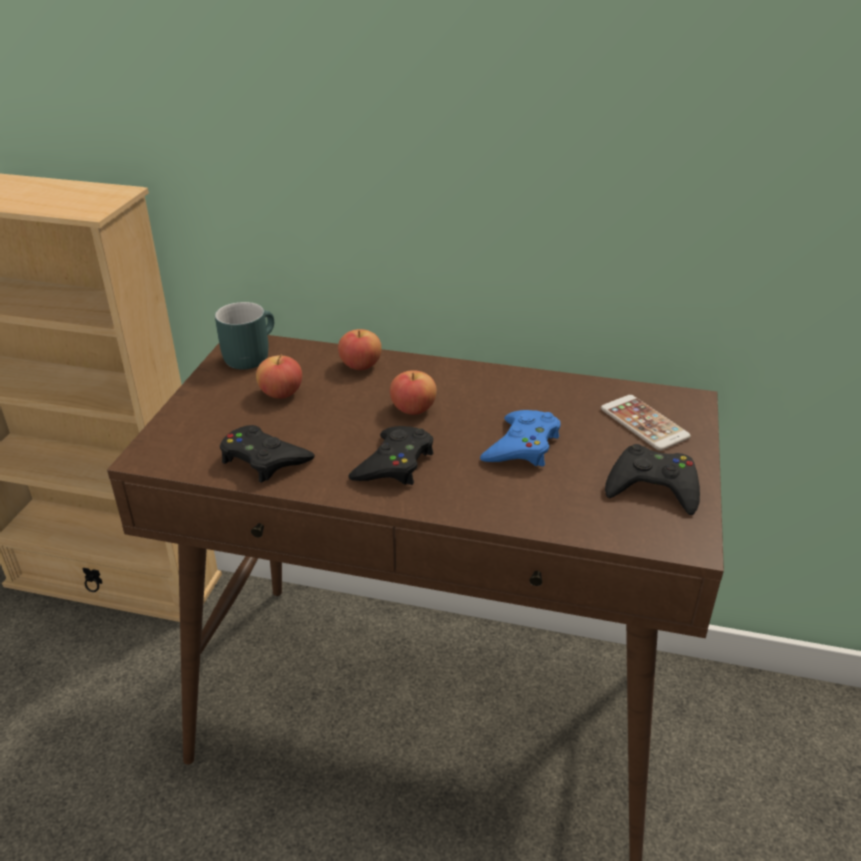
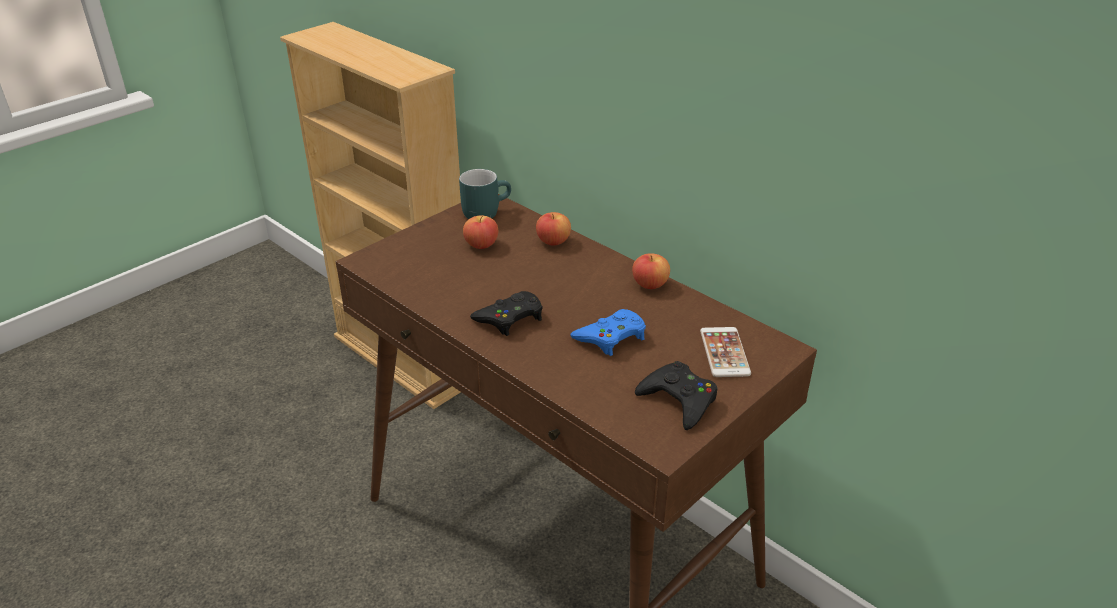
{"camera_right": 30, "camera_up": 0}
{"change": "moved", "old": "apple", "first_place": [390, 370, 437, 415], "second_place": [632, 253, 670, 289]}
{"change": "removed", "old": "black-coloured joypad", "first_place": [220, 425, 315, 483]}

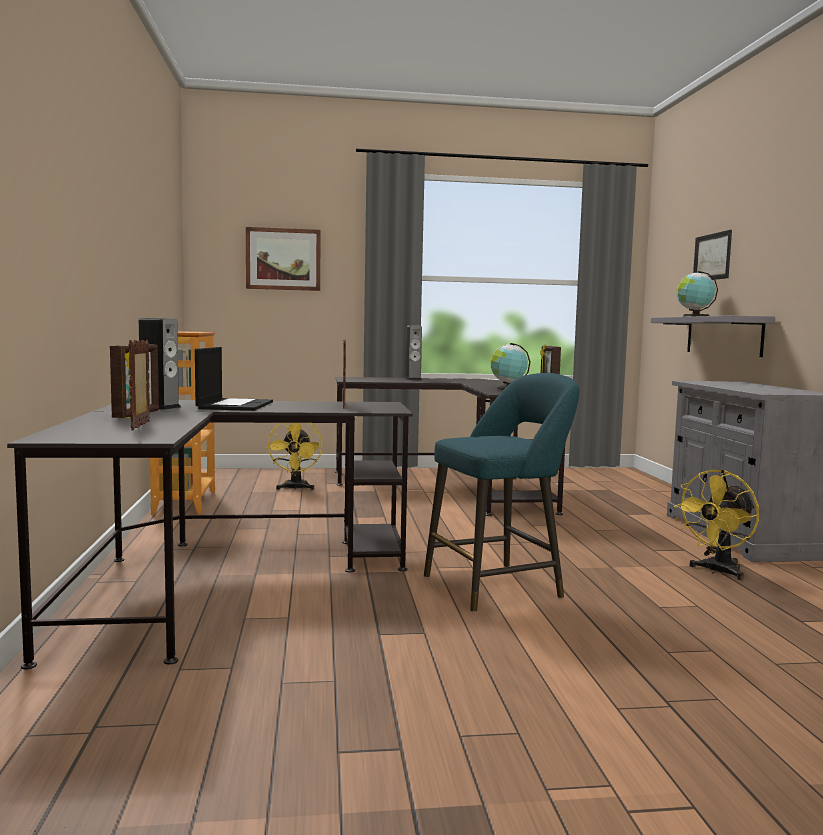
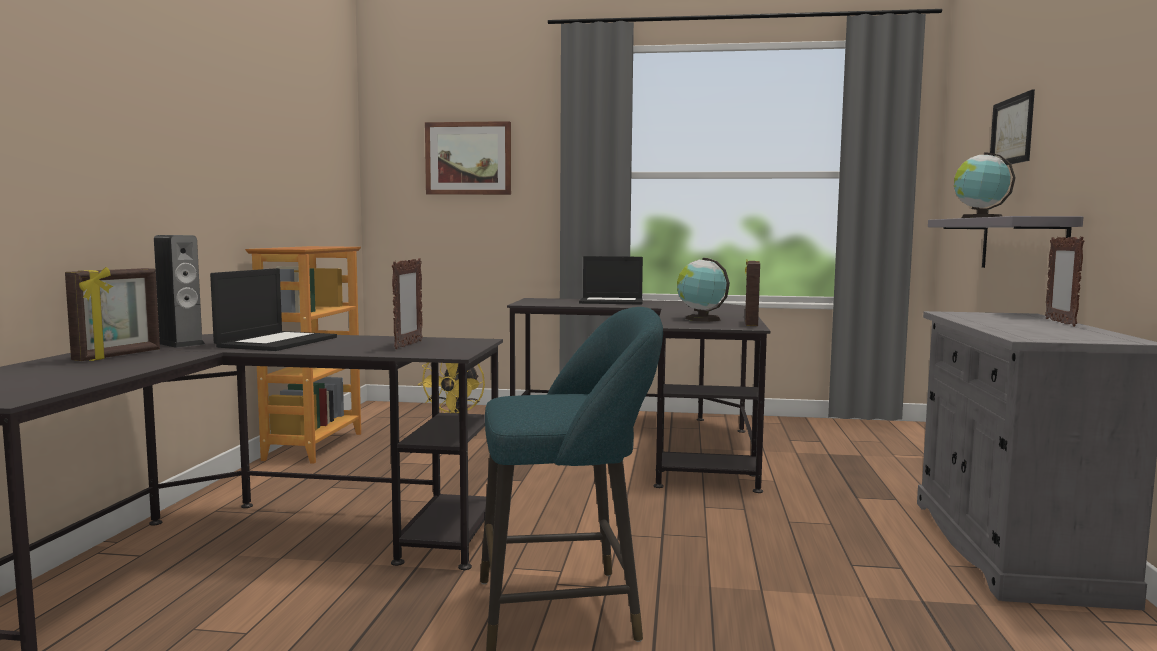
{"camera_right": 15, "camera_up": 0}
{"change": "replaced", "old": "loudspeaker", "new": "laptop", "first_place": [404, 325, 422, 380], "second_place": [579, 256, 643, 305]}
{"change": "moved", "old": "picture frame", "first_place": [128, 340, 150, 430], "second_place": [1045, 236, 1084, 326]}
{"change": "removed", "old": "yellow-coloured cooling fan", "first_place": [674, 470, 759, 580]}

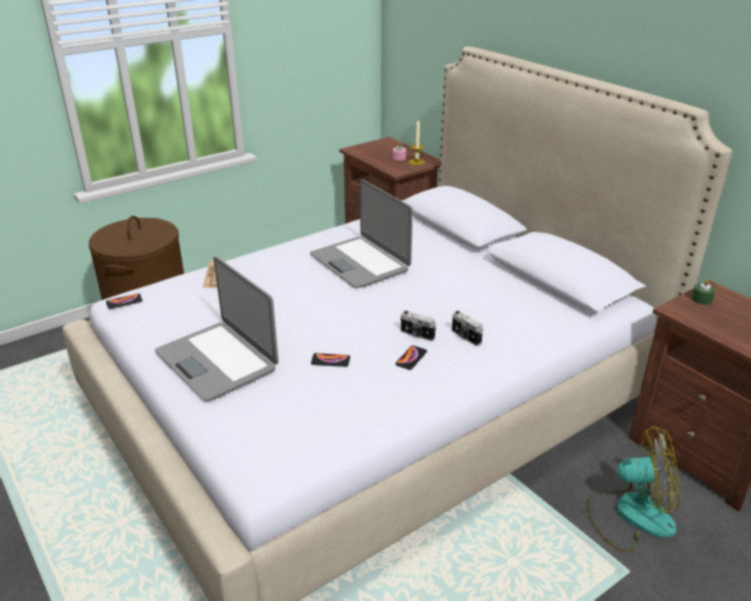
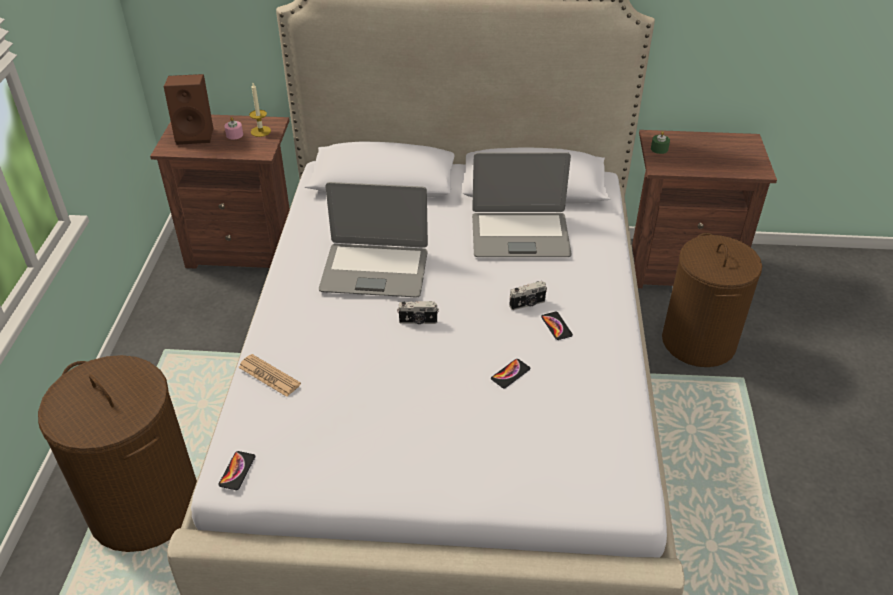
{"camera_right": -50, "camera_up": 10}
{"change": "added", "new": "brown loudspeaker", "second_place": [164, 74, 213, 145]}
{"change": "moved", "old": "still camera", "first_place": [452, 311, 483, 346], "second_place": [397, 301, 439, 324]}
{"change": "moved", "old": "laptop", "first_place": [155, 256, 279, 401], "second_place": [472, 152, 572, 257]}
{"change": "replaced", "old": "cooling fan", "new": "brown hamper", "first_place": [586, 426, 680, 553], "second_place": [662, 233, 762, 367]}

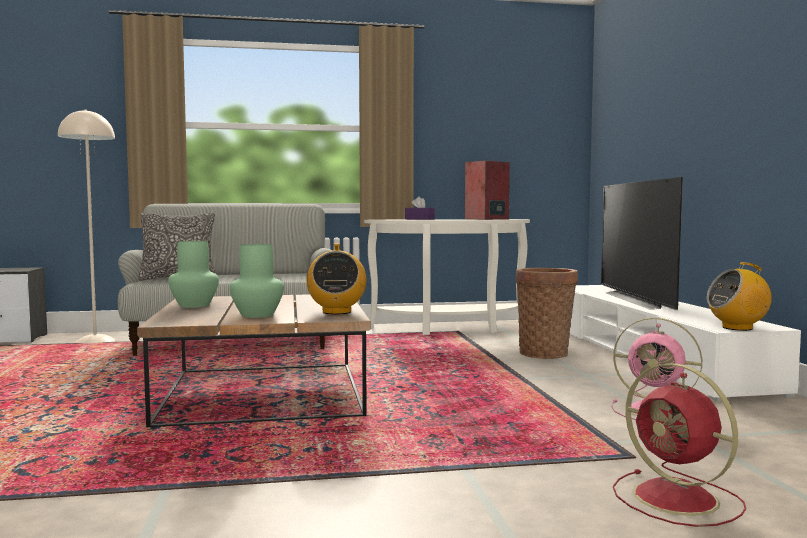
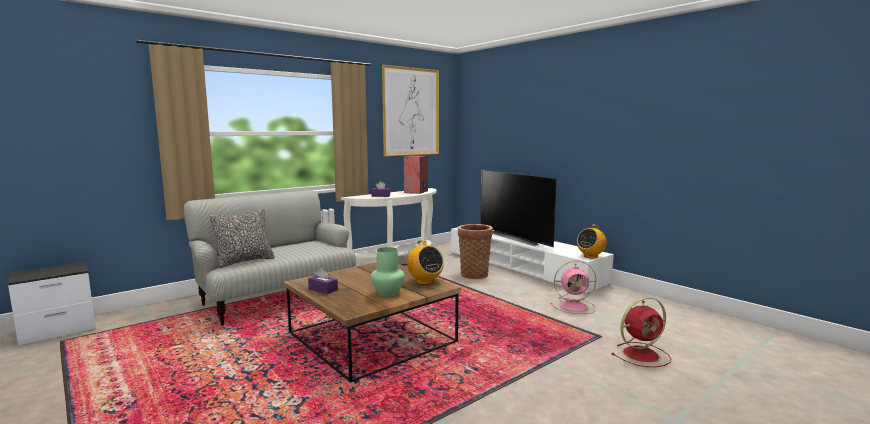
{"camera_right": -30, "camera_up": 5}
{"change": "replaced", "old": "green-coloured vase", "new": "purplish tissue holder", "first_place": [168, 241, 219, 308], "second_place": [308, 268, 338, 294]}
{"change": "added", "new": "wall picture", "second_place": [382, 65, 439, 156]}
{"change": "turned", "old": "red cooling fan", "first_place": [613, 363, 746, 527], "second_place": [611, 297, 671, 367], "degrees": -45}
{"change": "removed", "old": "beige-coloured standard lamp", "first_place": [58, 109, 116, 343]}

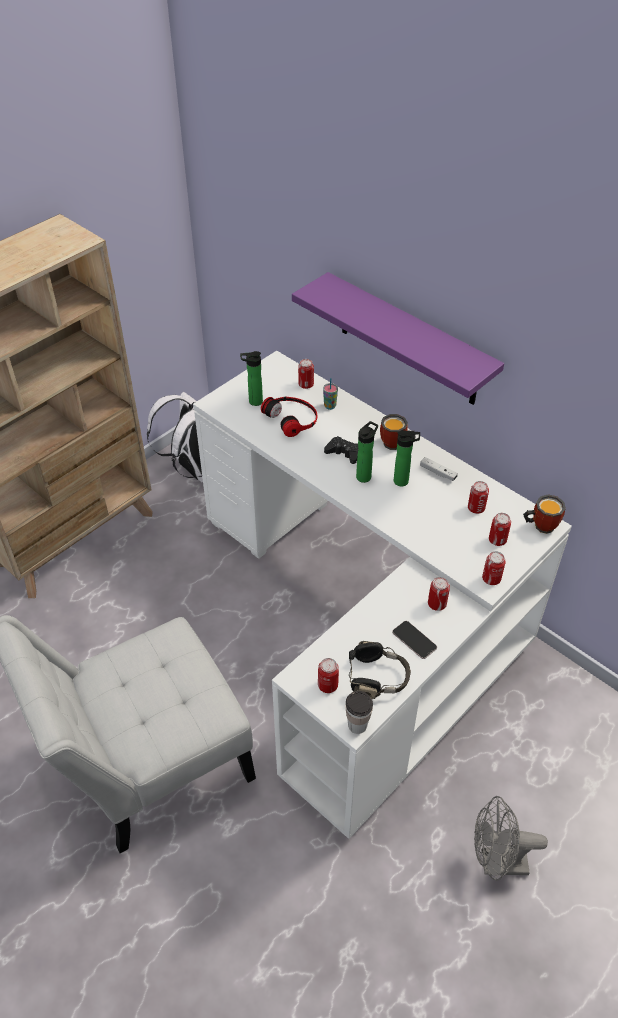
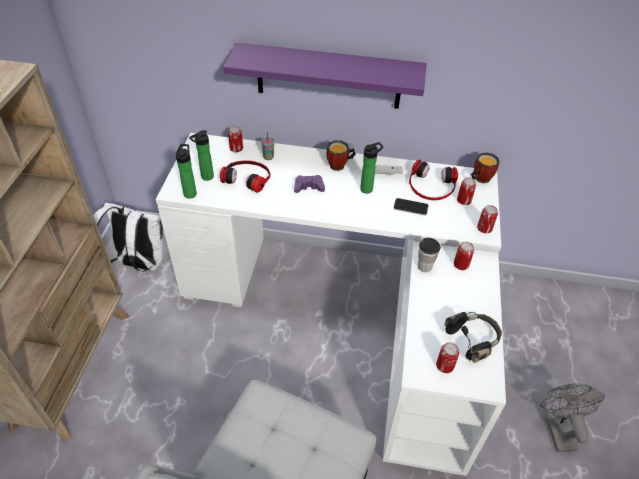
{"camera_right": -35, "camera_up": 0}
{"change": "moved", "old": "beverage bottle", "first_place": [356, 421, 378, 483], "second_place": [176, 144, 197, 199]}
{"change": "recoloured", "old": "black-coloured joypad", "new": "purplish joypad", "first_place": [324, 436, 358, 464], "second_place": [294, 175, 325, 193]}
{"change": "moved", "old": "telephone", "first_place": [392, 621, 437, 659], "second_place": [394, 198, 429, 215]}
{"change": "replaced", "old": "sealed can", "new": "headphones", "first_place": [468, 481, 489, 514], "second_place": [409, 160, 458, 200]}
{"change": "moved", "old": "drinking cup", "first_place": [346, 691, 373, 734], "second_place": [418, 238, 440, 272]}
{"change": "turned", "old": "greyish cooling fan", "first_place": [474, 796, 548, 881], "second_place": [540, 384, 605, 452], "degrees": 120}

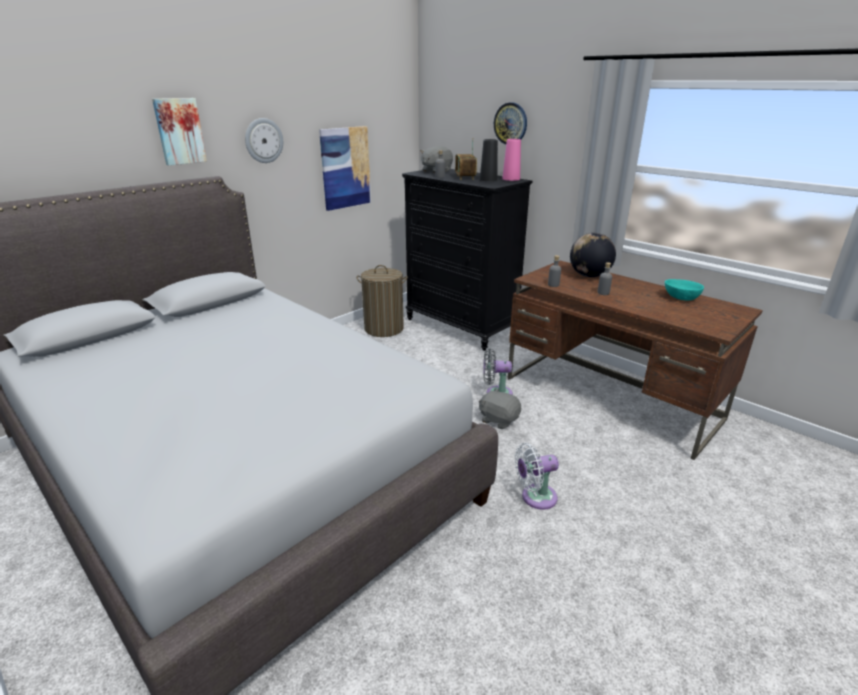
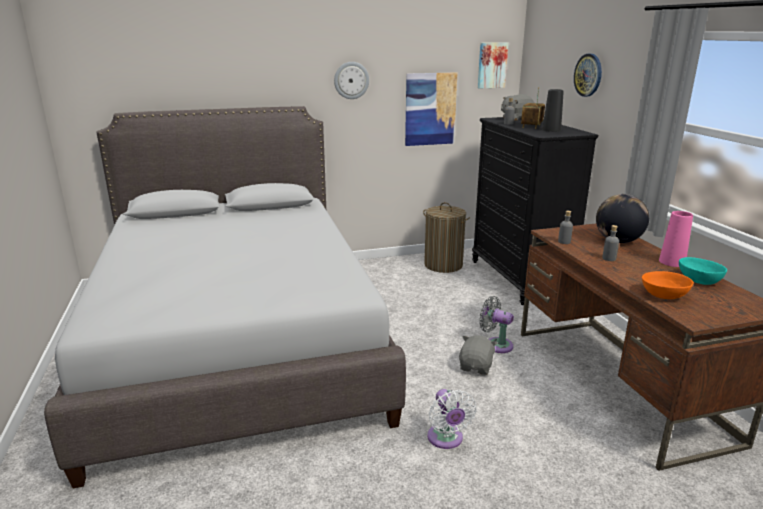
{"camera_right": 30, "camera_up": -5}
{"change": "turned", "old": "white-coloured cooling fan", "first_place": [515, 443, 559, 510], "second_place": [428, 389, 477, 449], "degrees": -120}
{"change": "turned", "old": "greyish plush toy", "first_place": [479, 389, 521, 429], "second_place": [459, 335, 498, 375], "degrees": 45}
{"change": "moved", "old": "wall picture", "first_place": [152, 98, 207, 165], "second_place": [478, 42, 509, 89]}
{"change": "added", "new": "orange-coloured deep dish", "second_place": [642, 271, 694, 299]}
{"change": "moved", "old": "pink-coloured vase", "first_place": [502, 139, 521, 181], "second_place": [659, 211, 693, 267]}

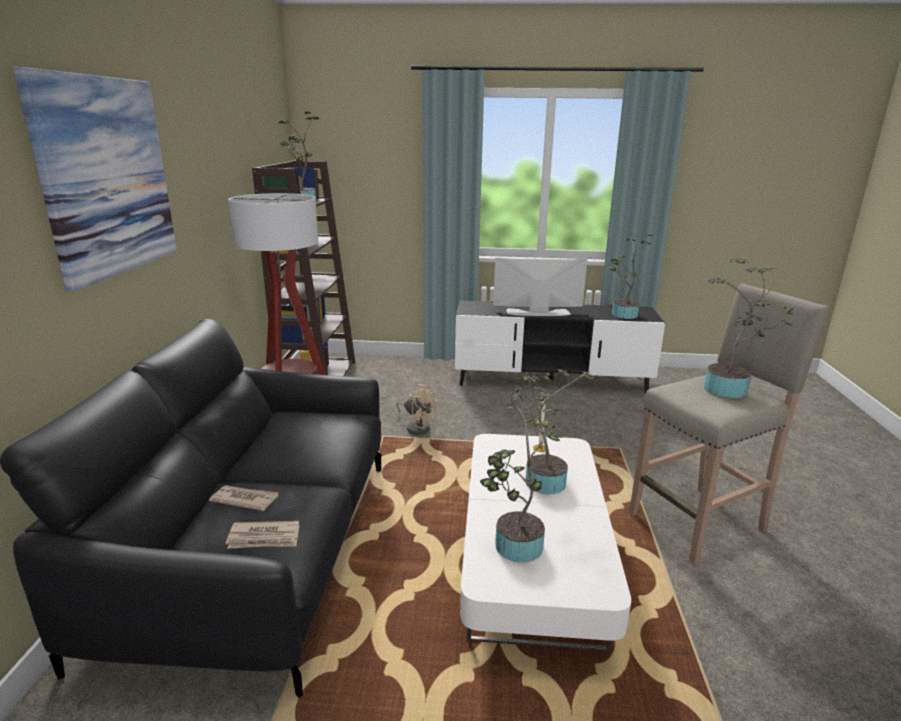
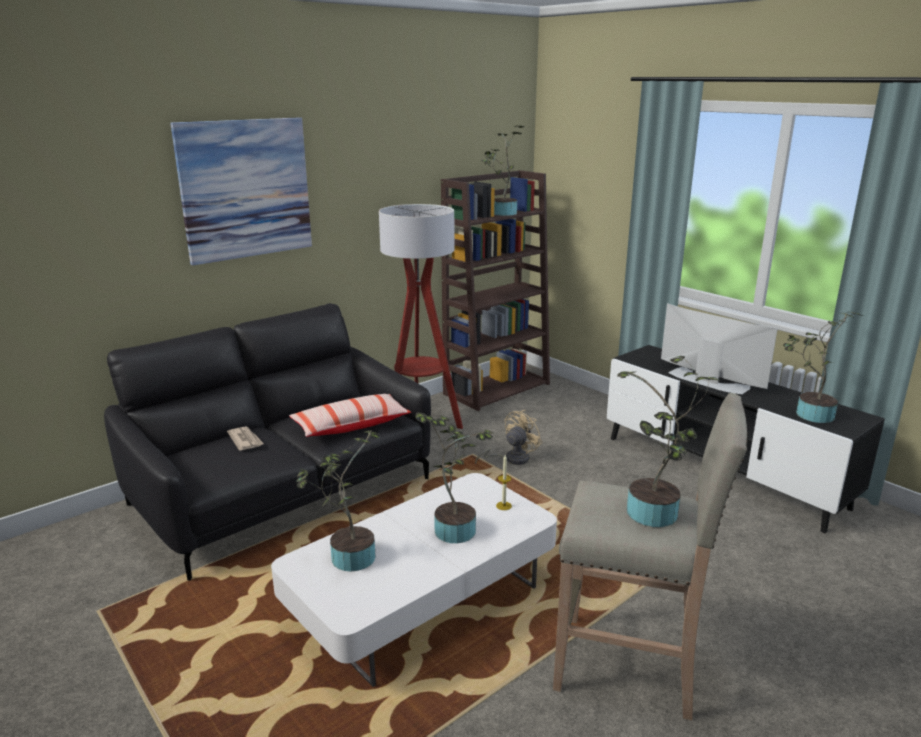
{"camera_right": 45, "camera_up": 0}
{"change": "added", "new": "throw pillow", "second_place": [289, 394, 411, 437]}
{"change": "turned", "old": "beige-coloured cooling fan", "first_place": [396, 384, 436, 435], "second_place": [475, 410, 542, 465], "degrees": -120}
{"change": "removed", "old": "printed paper", "first_place": [226, 521, 299, 549]}

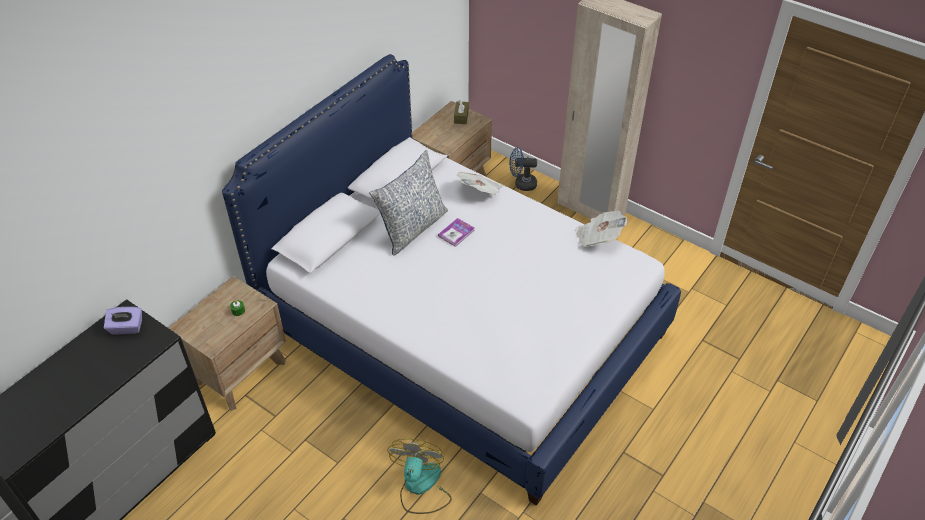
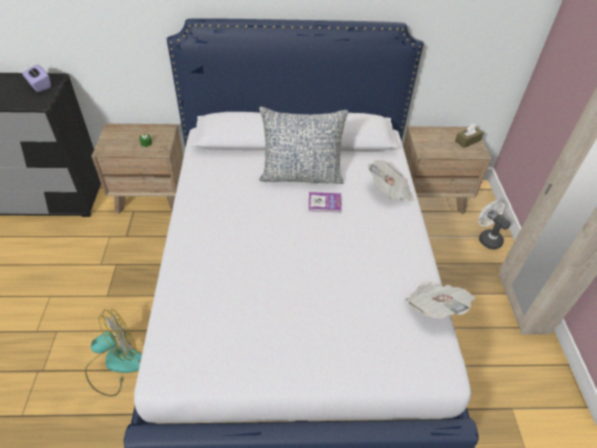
{"camera_right": 50, "camera_up": 0}
{"change": "recoloured", "old": "blue-coloured cooling fan", "new": "white-coloured cooling fan", "first_place": [510, 147, 537, 191], "second_place": [478, 200, 511, 249]}

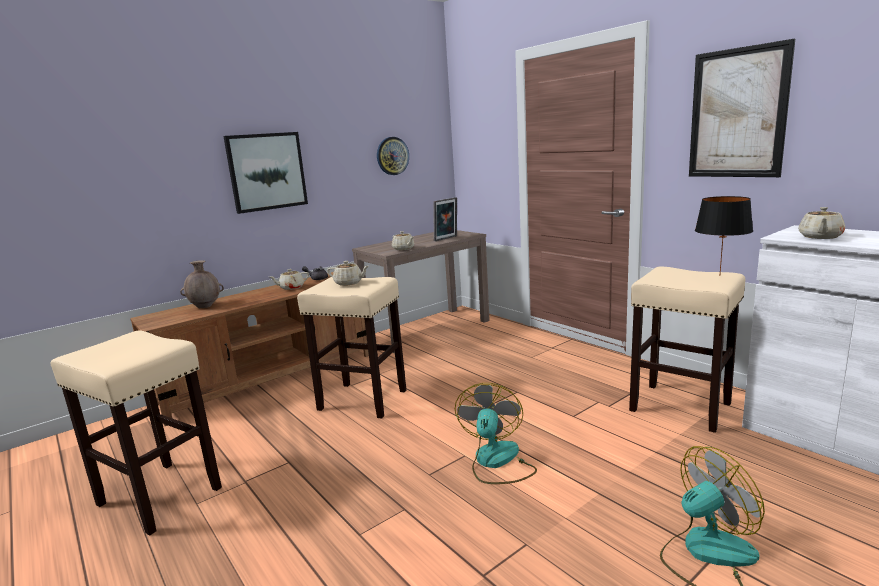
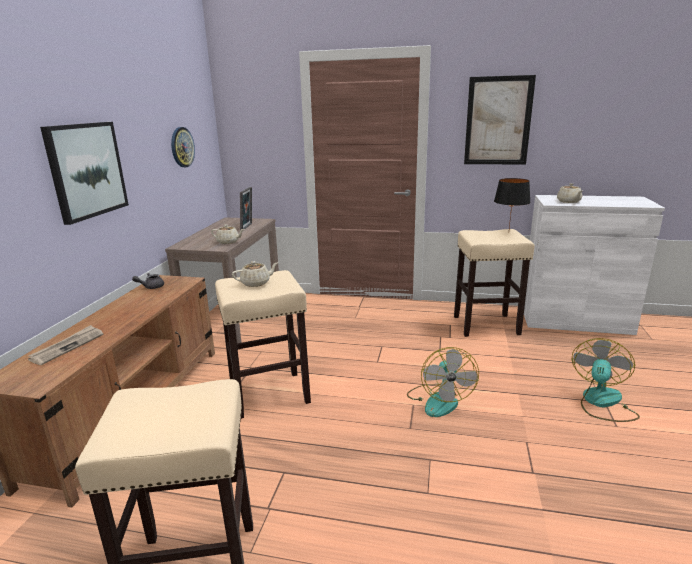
{"camera_right": -40, "camera_up": 5}
{"change": "replaced", "old": "brown vase", "new": "printed paper", "first_place": [180, 260, 224, 308], "second_place": [28, 325, 103, 365]}
{"change": "turned", "old": "cooling fan", "first_place": [455, 383, 537, 484], "second_place": [407, 347, 479, 417], "degrees": -150}
{"change": "removed", "old": "beige-coloured pot for tea", "first_place": [270, 269, 309, 290]}

